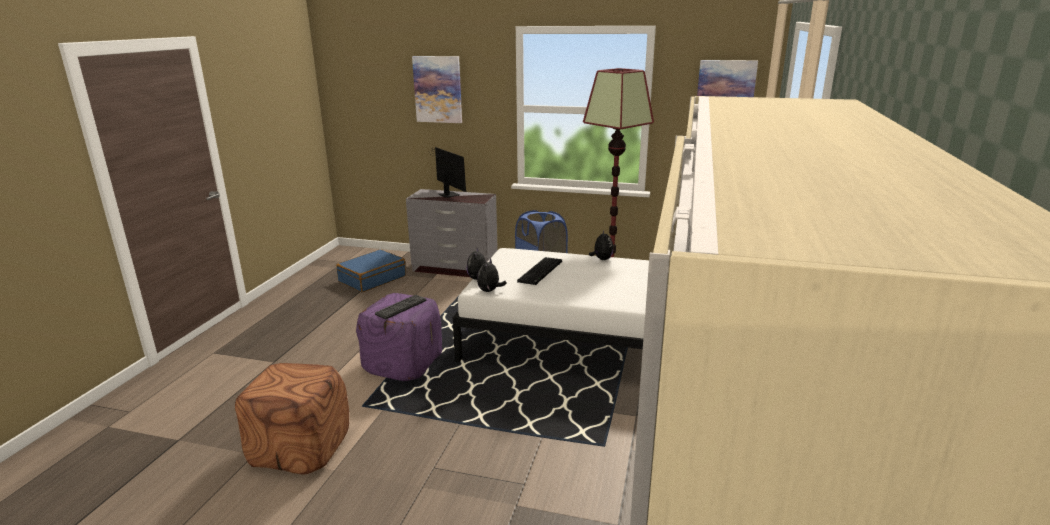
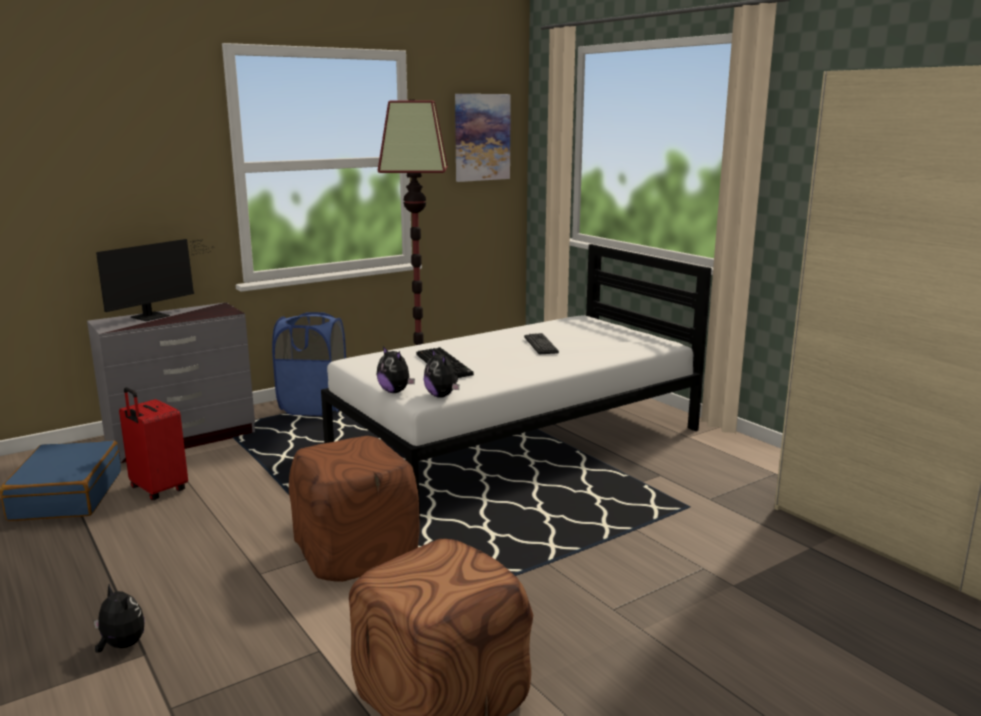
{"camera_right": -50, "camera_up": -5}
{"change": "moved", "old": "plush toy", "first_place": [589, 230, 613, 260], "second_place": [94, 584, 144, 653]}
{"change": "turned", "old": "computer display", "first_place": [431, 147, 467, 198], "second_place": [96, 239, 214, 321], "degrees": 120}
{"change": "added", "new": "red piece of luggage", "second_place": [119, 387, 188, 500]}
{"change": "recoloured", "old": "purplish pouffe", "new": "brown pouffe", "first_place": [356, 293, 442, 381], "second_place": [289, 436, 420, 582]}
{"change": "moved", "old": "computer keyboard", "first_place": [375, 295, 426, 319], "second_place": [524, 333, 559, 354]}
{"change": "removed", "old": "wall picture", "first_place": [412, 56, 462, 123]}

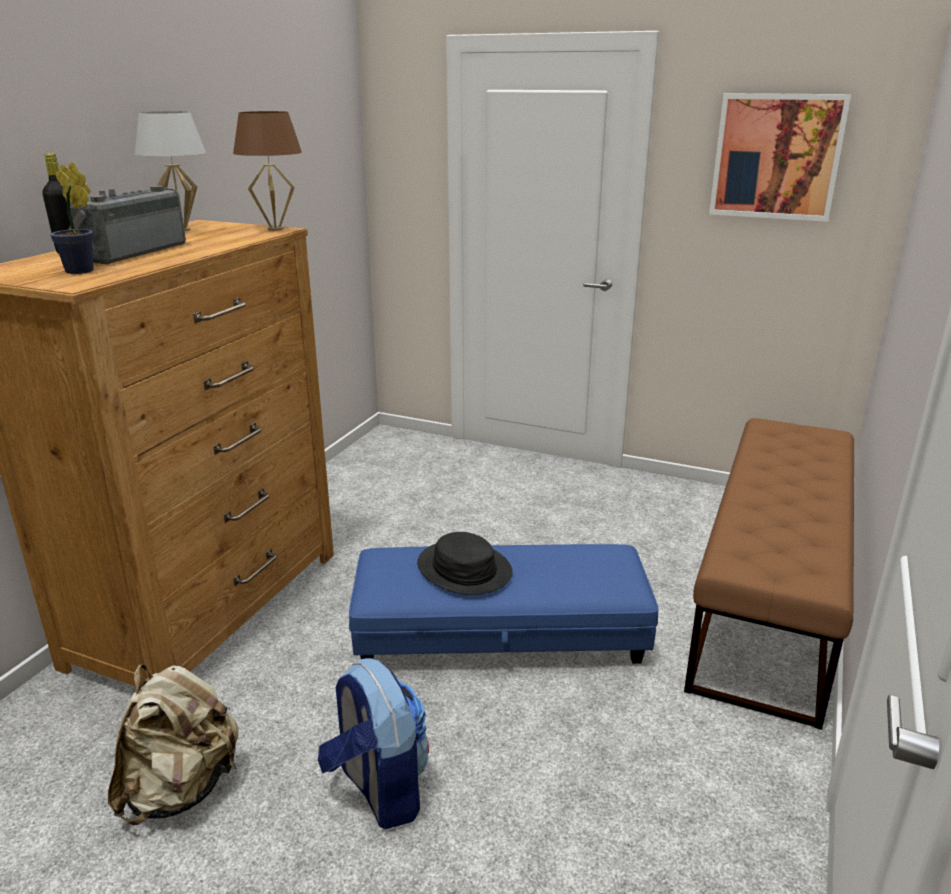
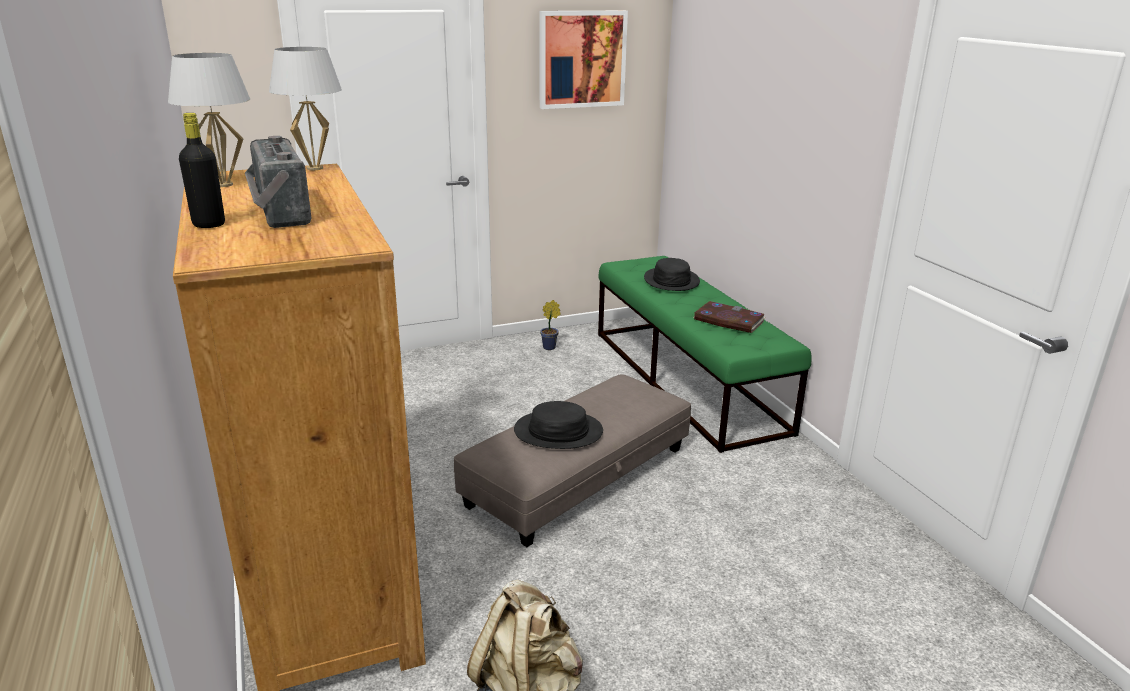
{"camera_right": -45, "camera_up": 0}
{"change": "recoloured", "old": "brown tabletop lamp", "new": "white-coloured tabletop lamp", "first_place": [233, 111, 302, 231], "second_place": [269, 47, 342, 170]}
{"change": "recoloured", "old": "blue-coloured pouffe", "new": "greyish pouffe", "first_place": [349, 544, 659, 664], "second_place": [454, 374, 691, 547]}
{"change": "moved", "old": "potted plant", "first_place": [50, 162, 94, 274], "second_place": [540, 300, 561, 350]}
{"change": "recoloured", "old": "brown bench", "new": "green-coloured bench", "first_place": [684, 418, 854, 730], "second_place": [598, 256, 812, 453]}
{"change": "added", "new": "black-coloured hat", "second_place": [644, 258, 700, 291]}
{"change": "added", "new": "book", "second_place": [694, 301, 765, 333]}
{"change": "removed", "old": "rucksack", "first_place": [318, 658, 429, 829]}

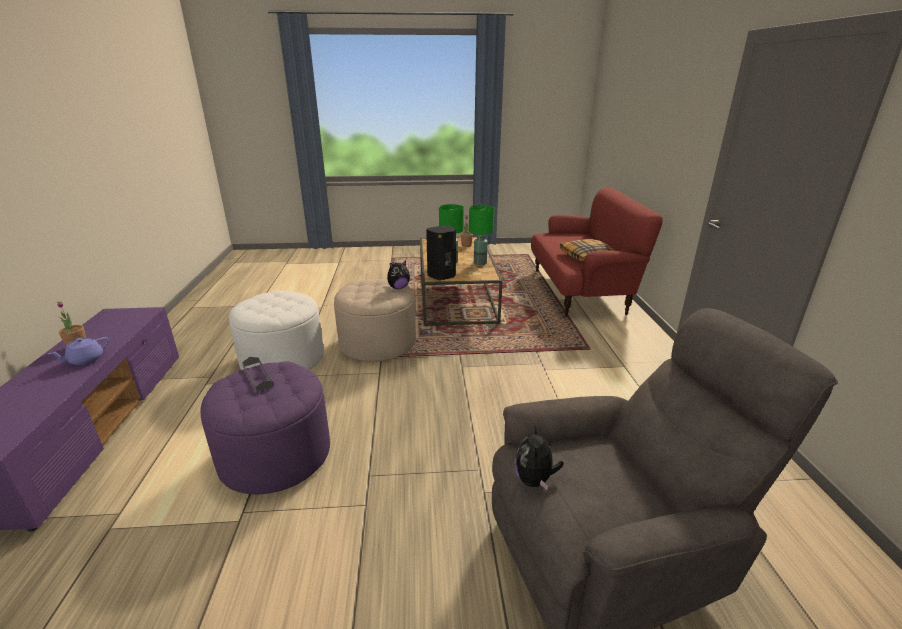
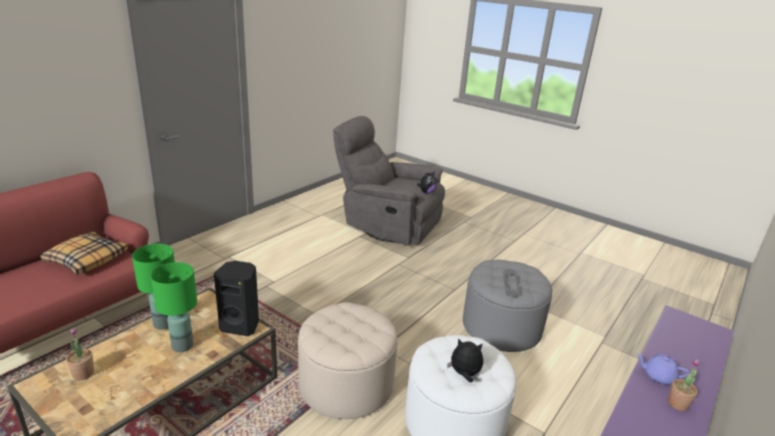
{"camera_right": -140, "camera_up": 0}
{"change": "moved", "old": "plush toy", "first_place": [387, 260, 410, 289], "second_place": [447, 338, 483, 382]}
{"change": "recoloured", "old": "purplish pouffe", "new": "greyish pouffe", "first_place": [200, 362, 330, 494], "second_place": [463, 260, 552, 352]}
{"change": "turned", "old": "purplish pot for tea", "first_place": [48, 337, 109, 365], "second_place": [636, 354, 690, 385], "degrees": -150}

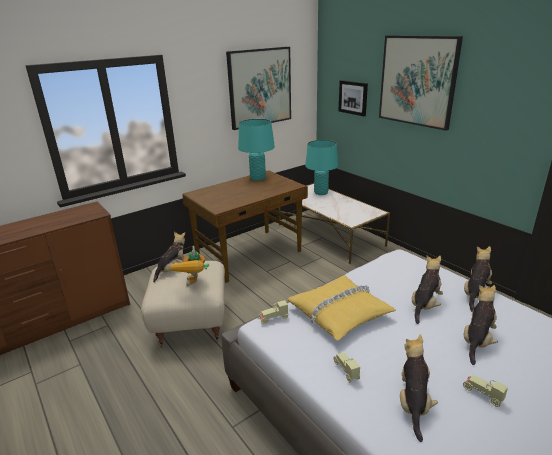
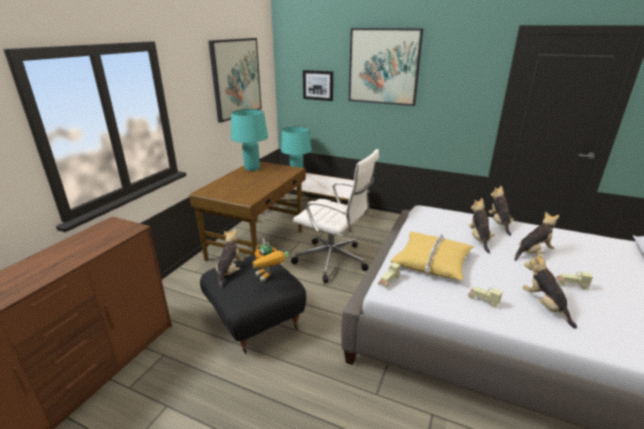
{"camera_right": -30, "camera_up": 0}
{"change": "recoloured", "old": "beige-coloured pouffe", "new": "black-coloured pouffe", "first_place": [141, 261, 225, 347], "second_place": [200, 255, 306, 354]}
{"change": "added", "new": "white-coloured office chair", "second_place": [291, 149, 379, 283]}
{"change": "turned", "old": "plush toy", "first_place": [464, 285, 498, 365], "second_place": [514, 211, 559, 261], "degrees": 60}

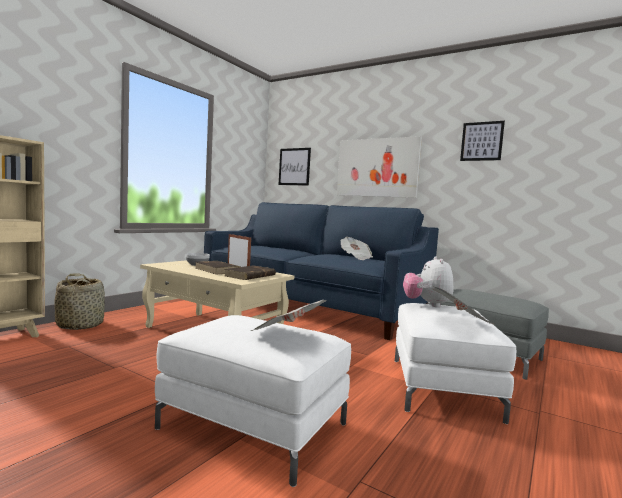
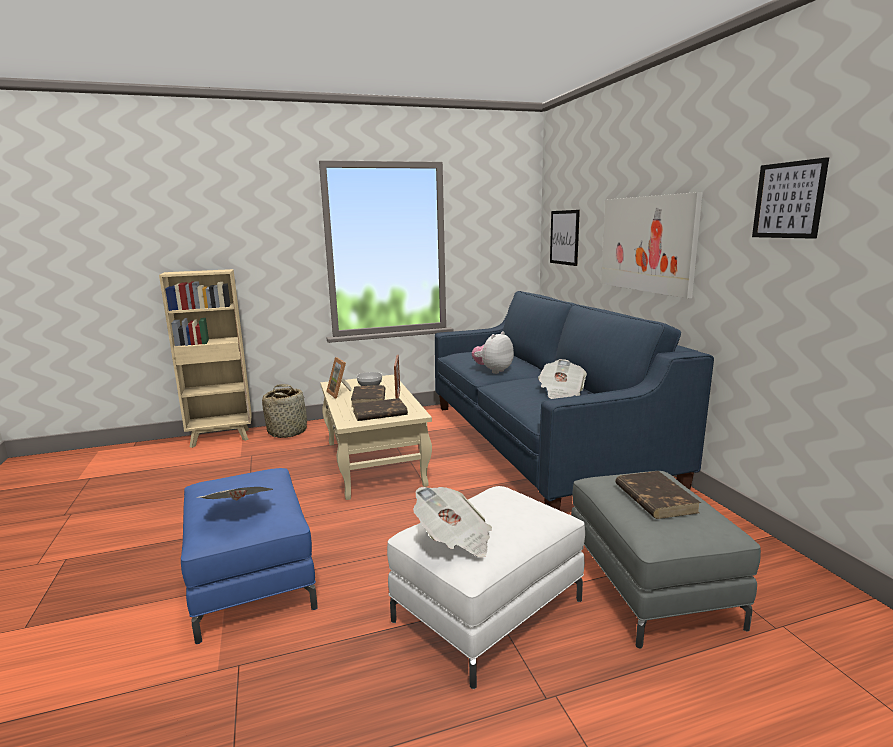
{"camera_right": 40, "camera_up": 10}
{"change": "recoloured", "old": "white-coloured pouffe", "new": "blue-coloured pouffe", "first_place": [155, 315, 351, 487], "second_place": [181, 468, 318, 644]}
{"change": "added", "new": "picture frame", "second_place": [326, 357, 352, 398]}
{"change": "moved", "old": "plush toy", "first_place": [403, 256, 454, 307], "second_place": [472, 331, 514, 374]}
{"change": "added", "new": "brown book", "second_place": [615, 471, 701, 519]}

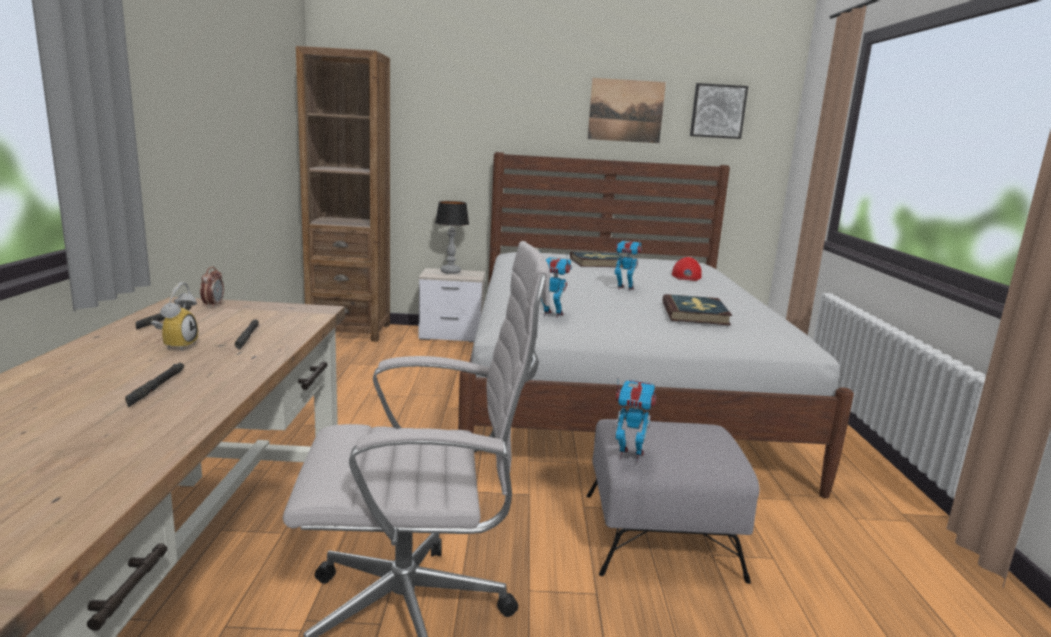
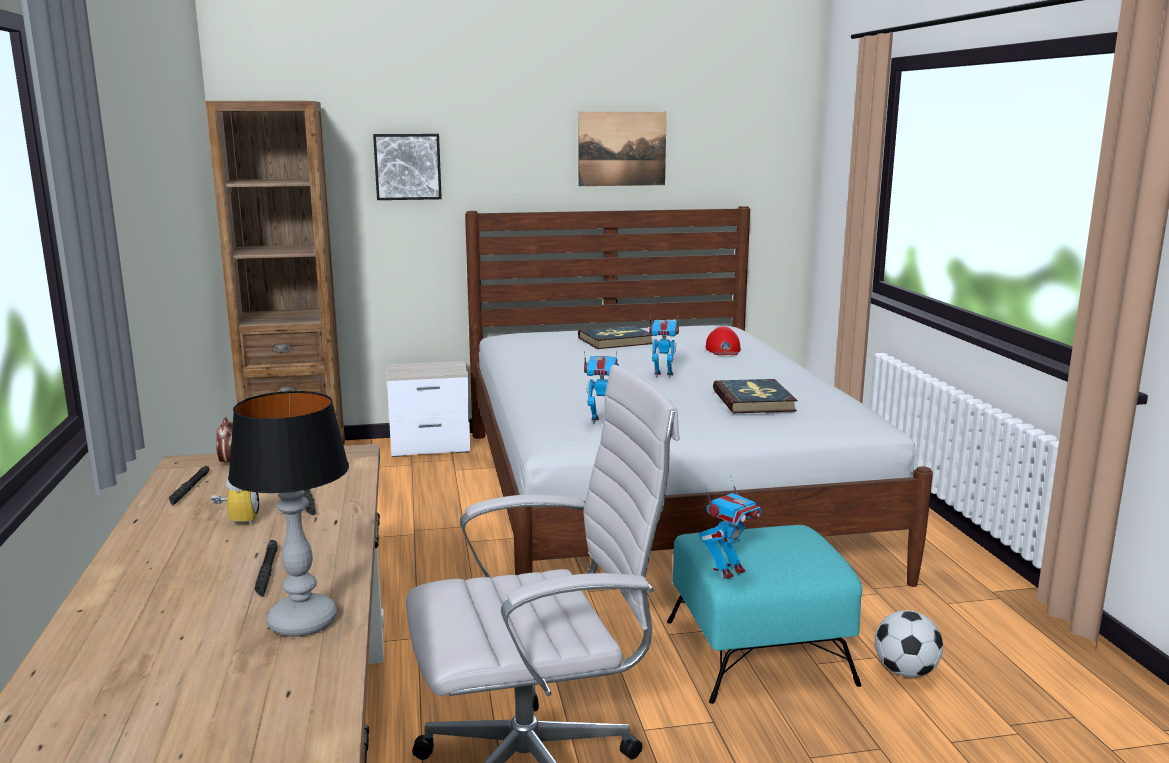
{"camera_right": -10, "camera_up": 0}
{"change": "moved", "old": "tabletop lamp", "first_place": [435, 201, 469, 274], "second_place": [228, 391, 349, 637]}
{"change": "moved", "old": "wall picture", "first_place": [690, 83, 748, 139], "second_place": [373, 134, 442, 200]}
{"change": "recoloured", "old": "greyish pouffe", "new": "turquoise pouffe", "first_place": [586, 419, 760, 584], "second_place": [667, 525, 862, 704]}
{"change": "turned", "old": "robot figure", "first_place": [615, 378, 656, 462], "second_place": [700, 475, 761, 579], "degrees": 135}
{"change": "added", "new": "ball for football", "second_place": [875, 610, 943, 678]}

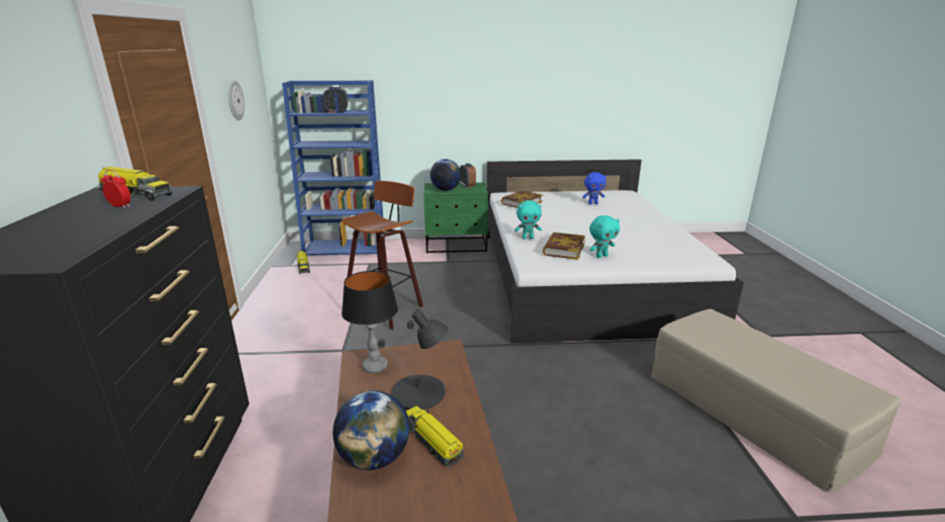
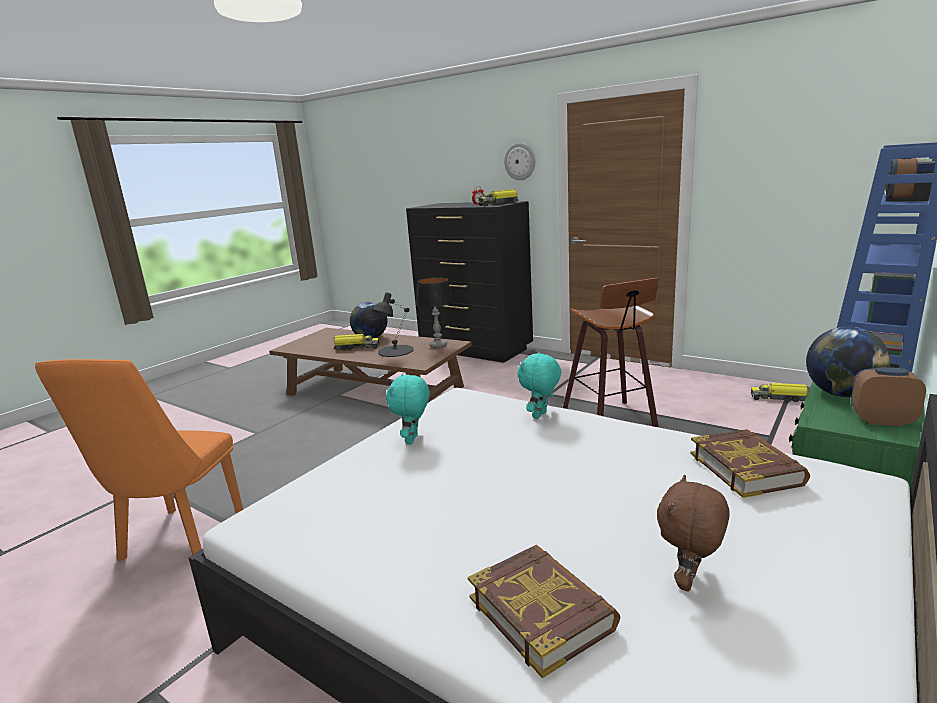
{"camera_right": 130, "camera_up": -5}
{"change": "replaced", "old": "beige-coloured pouffe", "new": "orange-coloured upright chair", "first_place": [650, 309, 901, 493], "second_place": [35, 359, 243, 561]}
{"change": "moved", "old": "book", "first_place": [542, 232, 585, 260], "second_place": [468, 545, 620, 678]}
{"change": "moved", "old": "wall clock", "first_place": [229, 80, 245, 120], "second_place": [504, 143, 535, 180]}
{"change": "recoloured", "old": "blue-coloured plush toy", "new": "brown plush toy", "first_place": [583, 172, 606, 205], "second_place": [657, 475, 730, 591]}

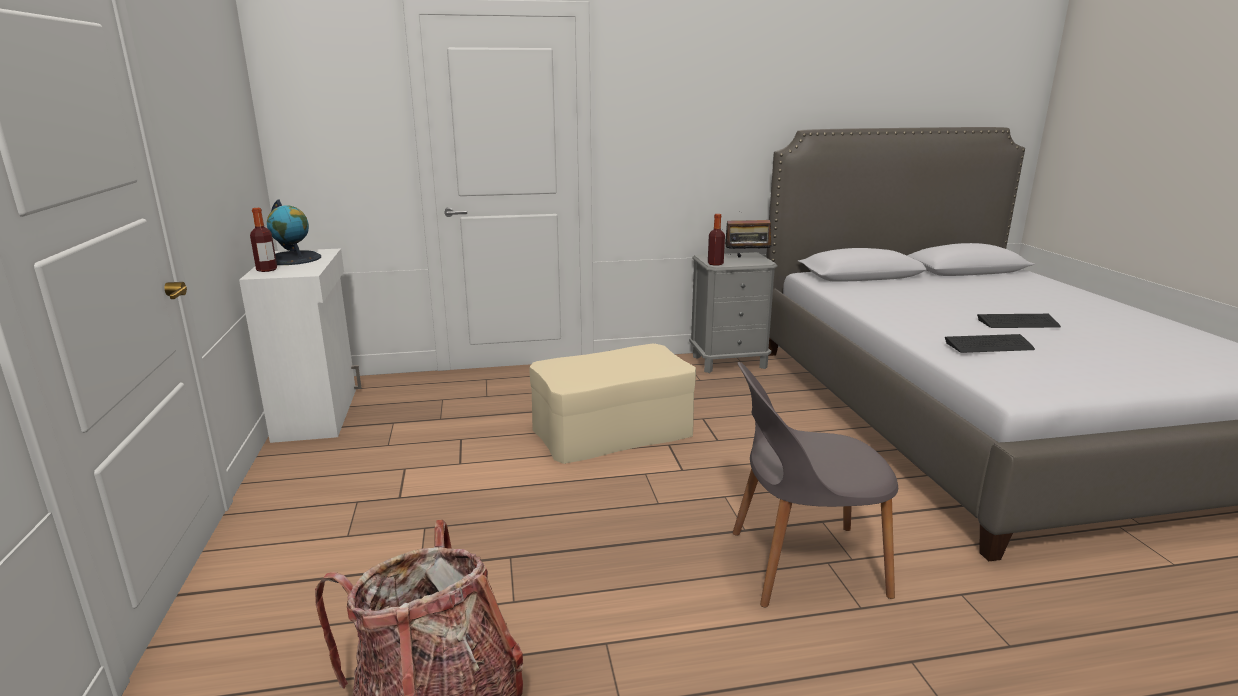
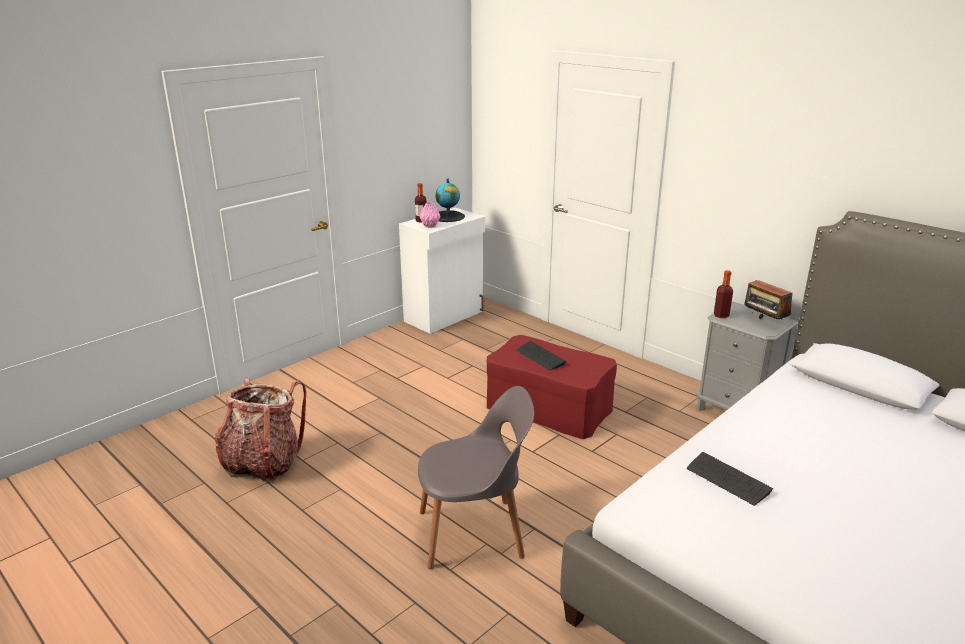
{"camera_right": 55, "camera_up": 5}
{"change": "turned", "old": "greyish upright chair", "first_place": [733, 362, 898, 607], "second_place": [418, 386, 534, 569], "degrees": 120}
{"change": "added", "new": "pink-coloured vase", "second_place": [419, 202, 441, 228]}
{"change": "recoloured", "old": "beige-coloured pouffe", "new": "red pouffe", "first_place": [530, 343, 696, 464], "second_place": [487, 335, 617, 439]}
{"change": "moved", "old": "computer keyboard", "first_place": [977, 314, 1061, 328], "second_place": [516, 341, 566, 370]}

